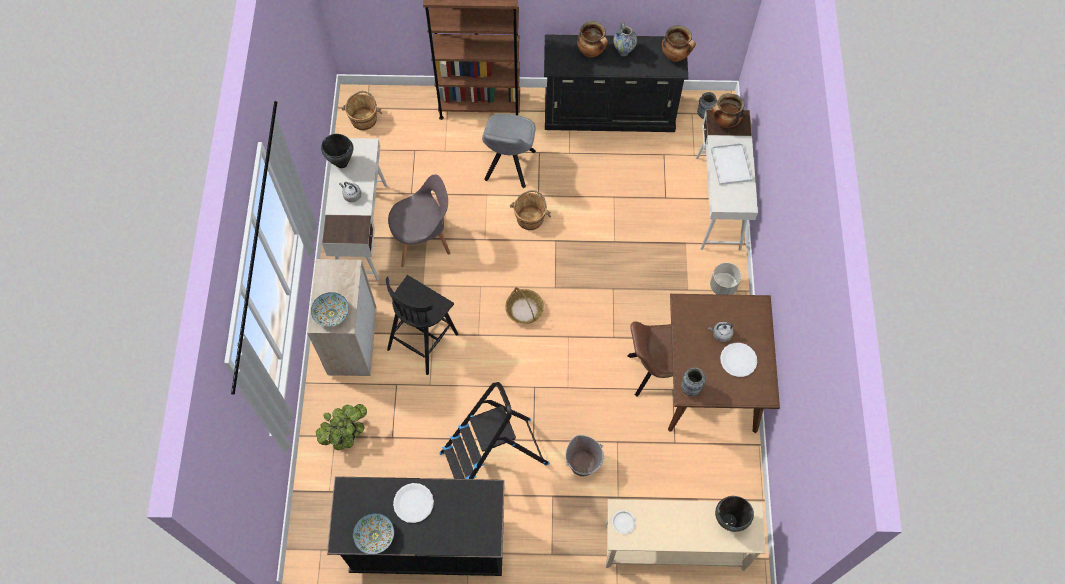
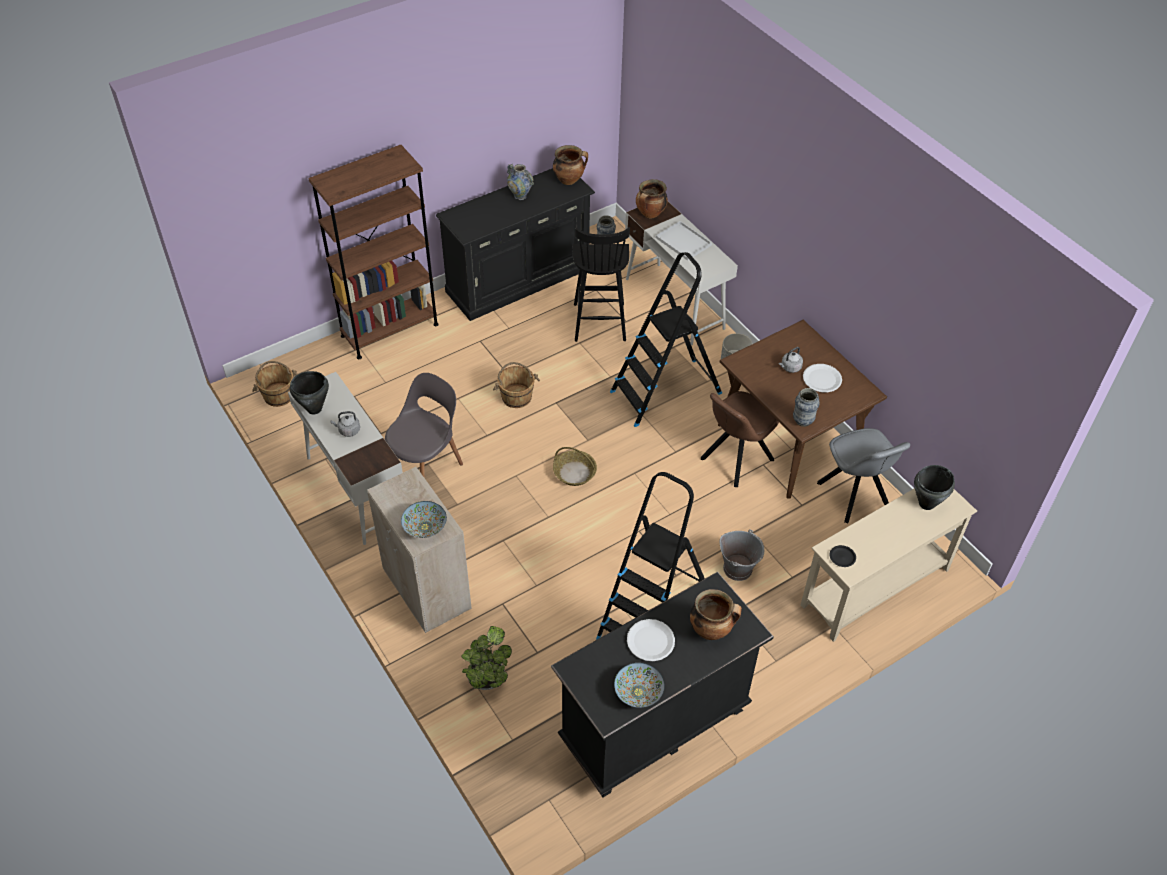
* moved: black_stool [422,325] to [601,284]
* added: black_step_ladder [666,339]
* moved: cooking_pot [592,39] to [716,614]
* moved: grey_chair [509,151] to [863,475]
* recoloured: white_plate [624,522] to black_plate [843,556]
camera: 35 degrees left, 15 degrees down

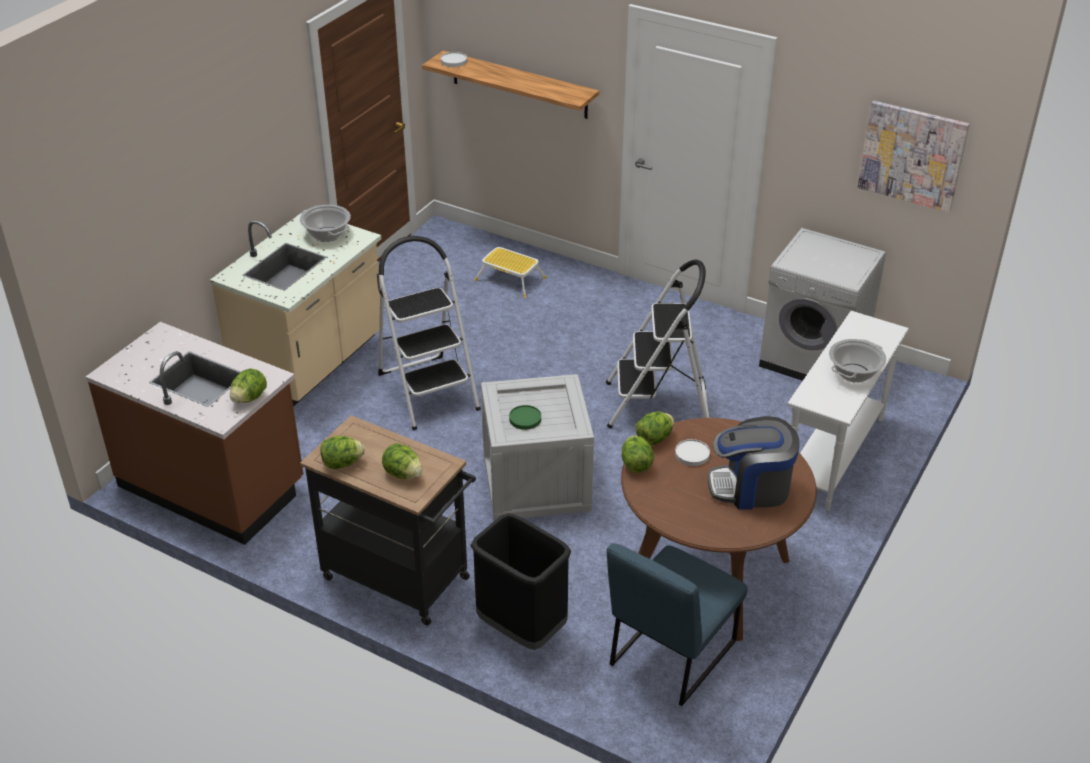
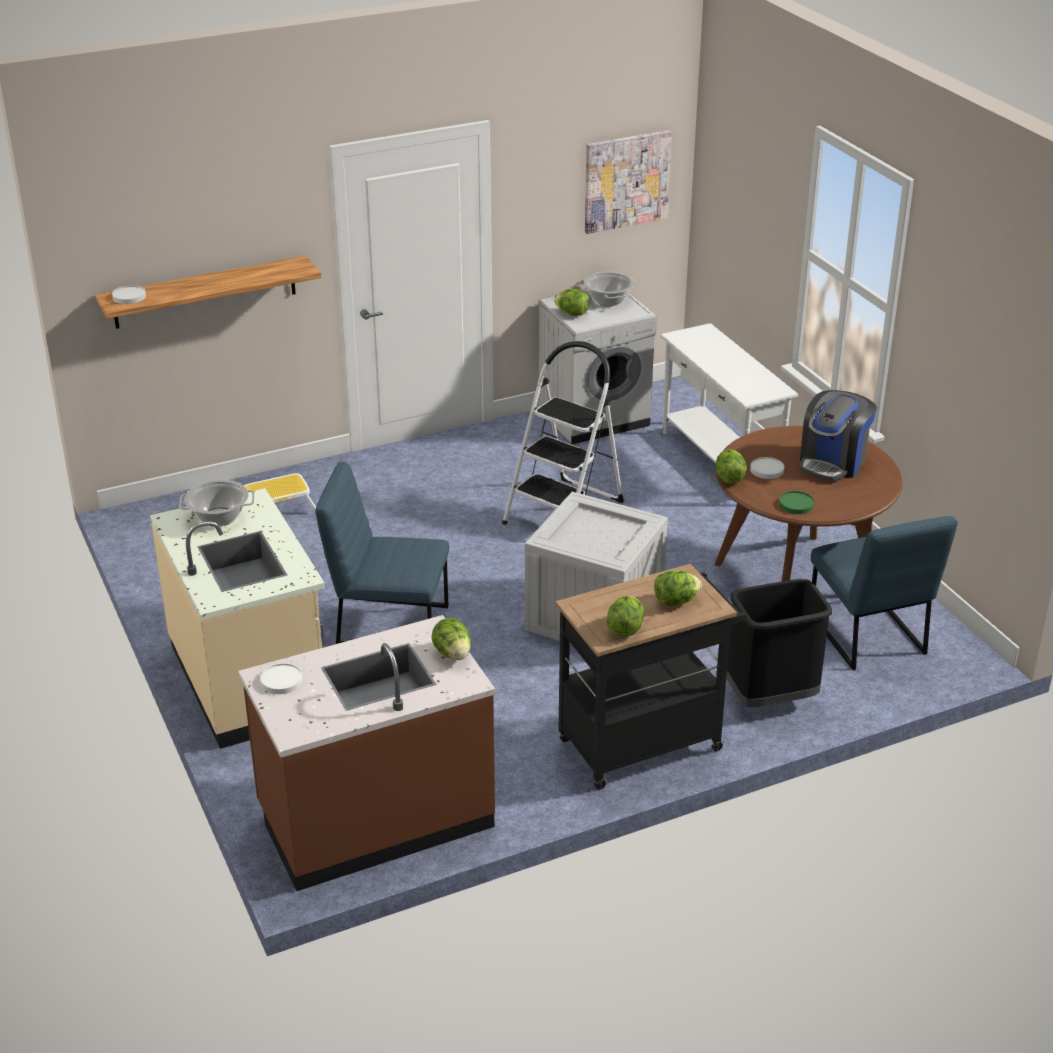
* added: white_plate [281,678]
* replaced: step_ladder [429,333] to blue_chair [382,553]
* moved: lettuce [638,454] to [571,302]
* moved: cooking_pot [857,361] to [609,288]
* moved: green_plate [525,417] to [796,502]
camera: 55 degrees left, 5 degrees down

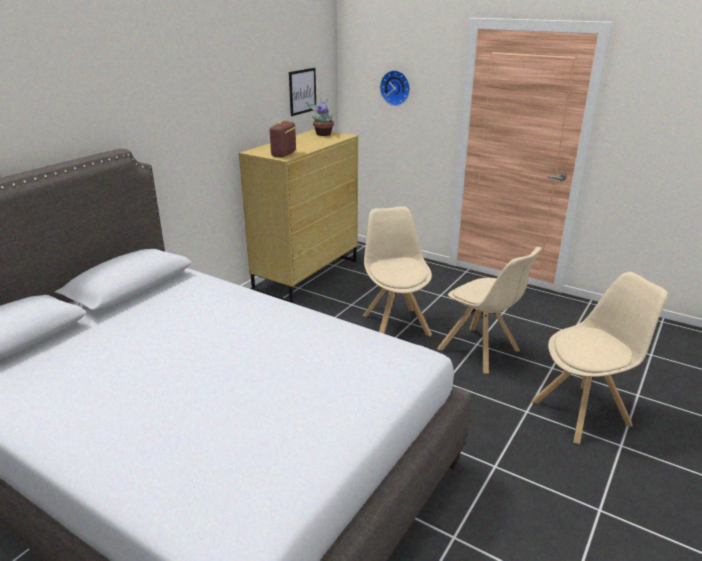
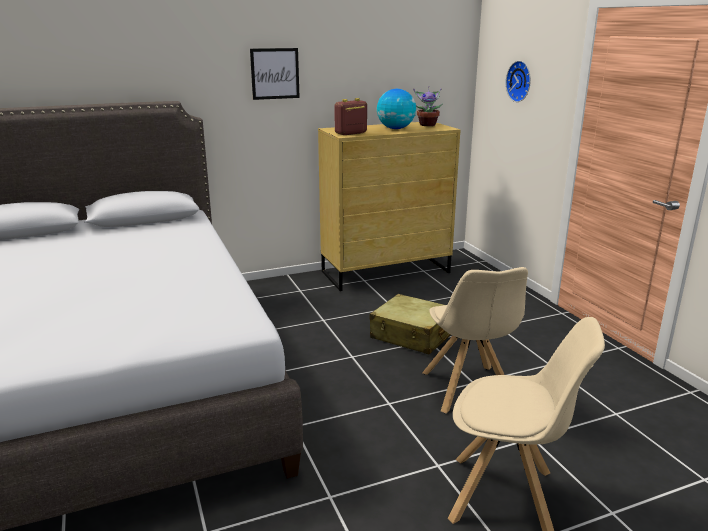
* moved: picture [302,92] to [275,74]
* replaced: beige_chair [397,271] to beige_suitcase [410,324]
* added: globe [396,109]
camera: 35 degrees right, 5 degrees down

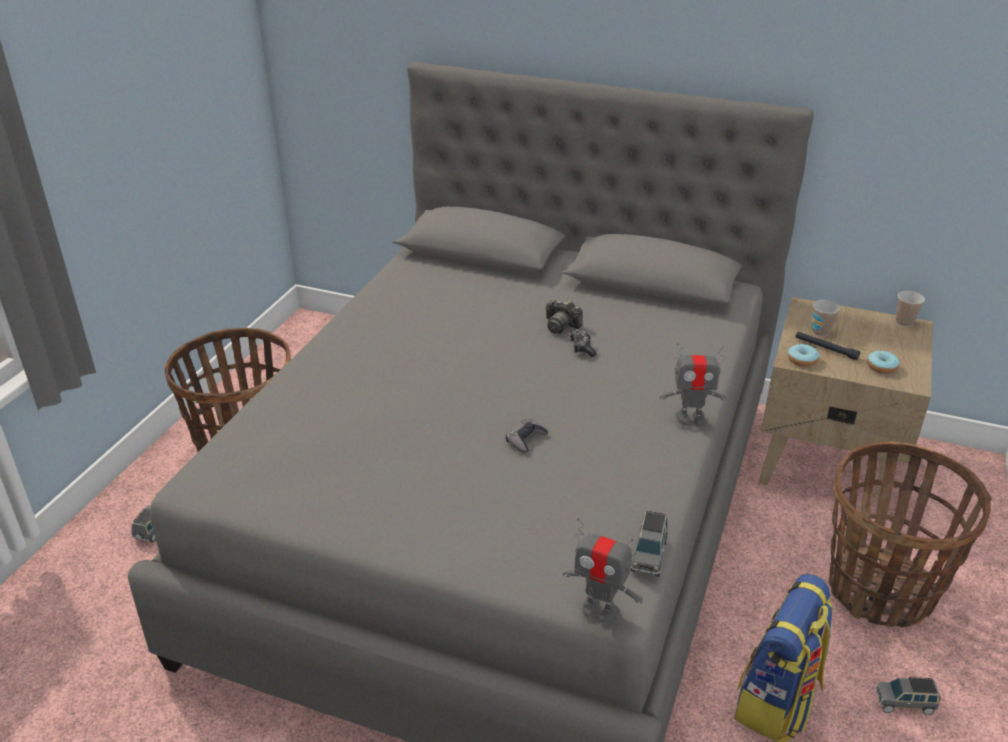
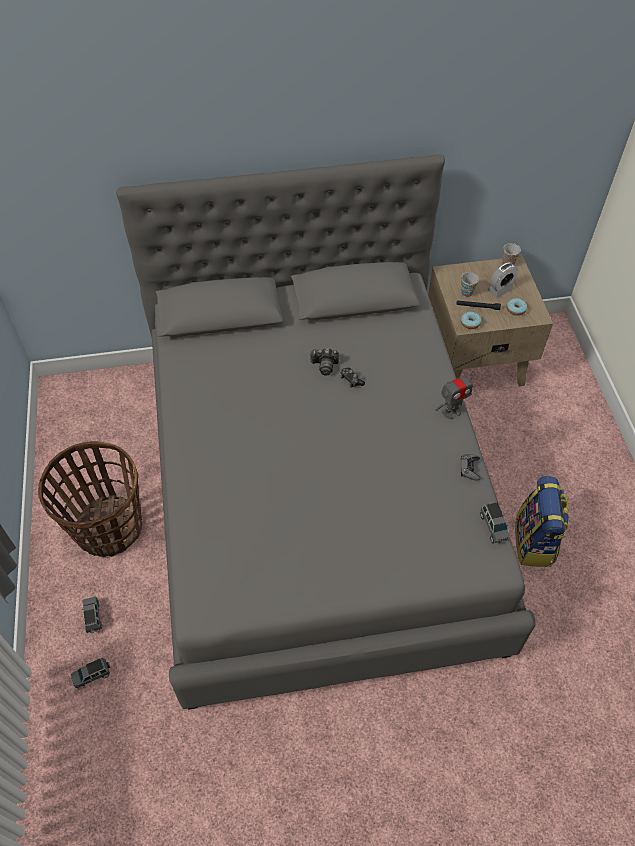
* moved: grey_toy_car [908,696] to [90,674]
* moved: grey_game_controller [527,436] to [470,467]
* added: alarm_clock [503,280]
* removed: toy_robot [603,571]
* removed: basket [910,534]
camera: 30 degrees left, 20 degrees up

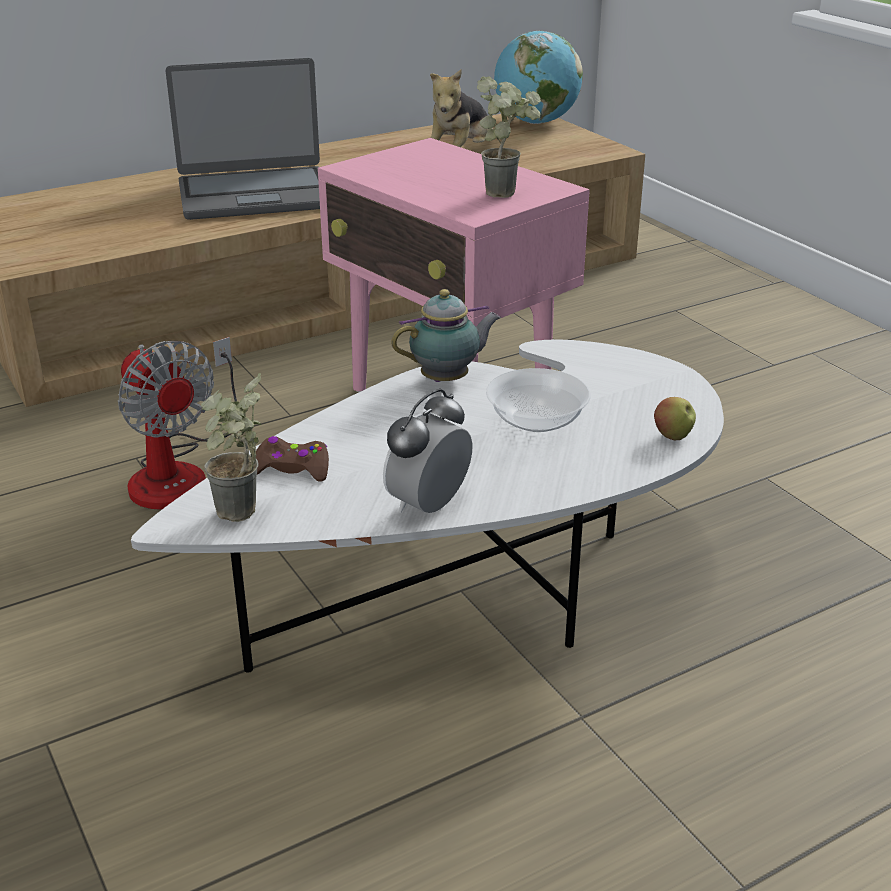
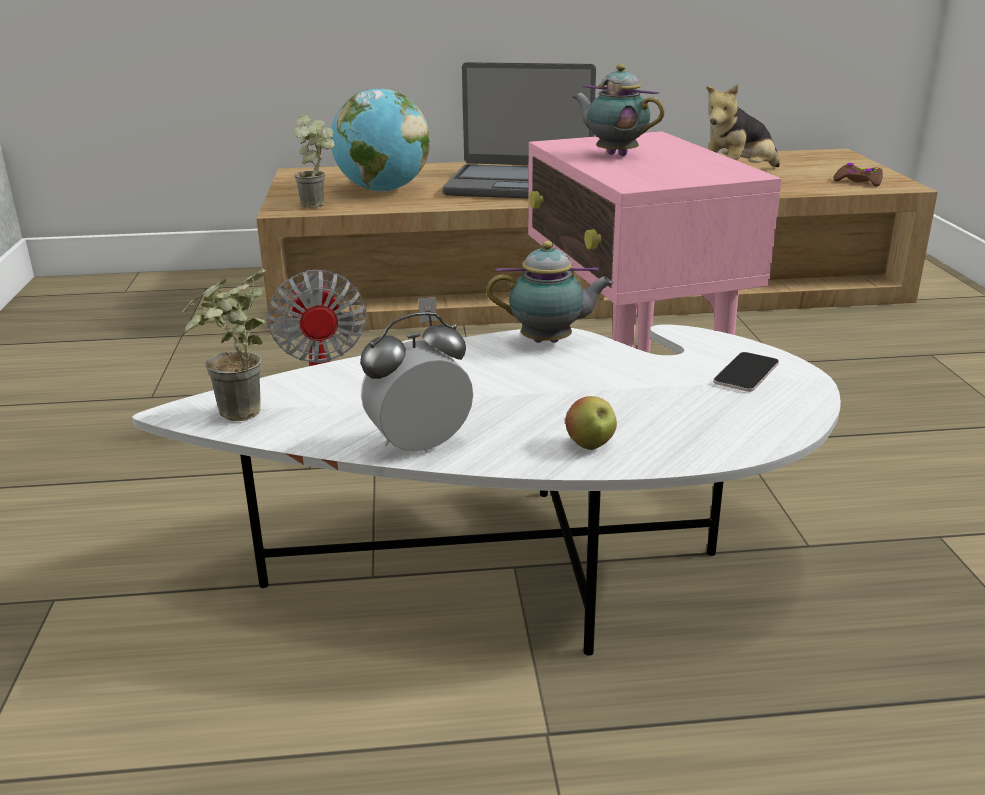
* moved: potted_plant [509,137] to [314,161]
* moved: globe [538,77] to [380,140]
* moved: apple [675,418] to [591,423]
* added: teapot [618,110]
* added: phone [746,372]
* moved: brown_game_controller [292,459] to [858,174]
* removed: bowl [538,400]
camera: 25 degrees right, 5 degrees down

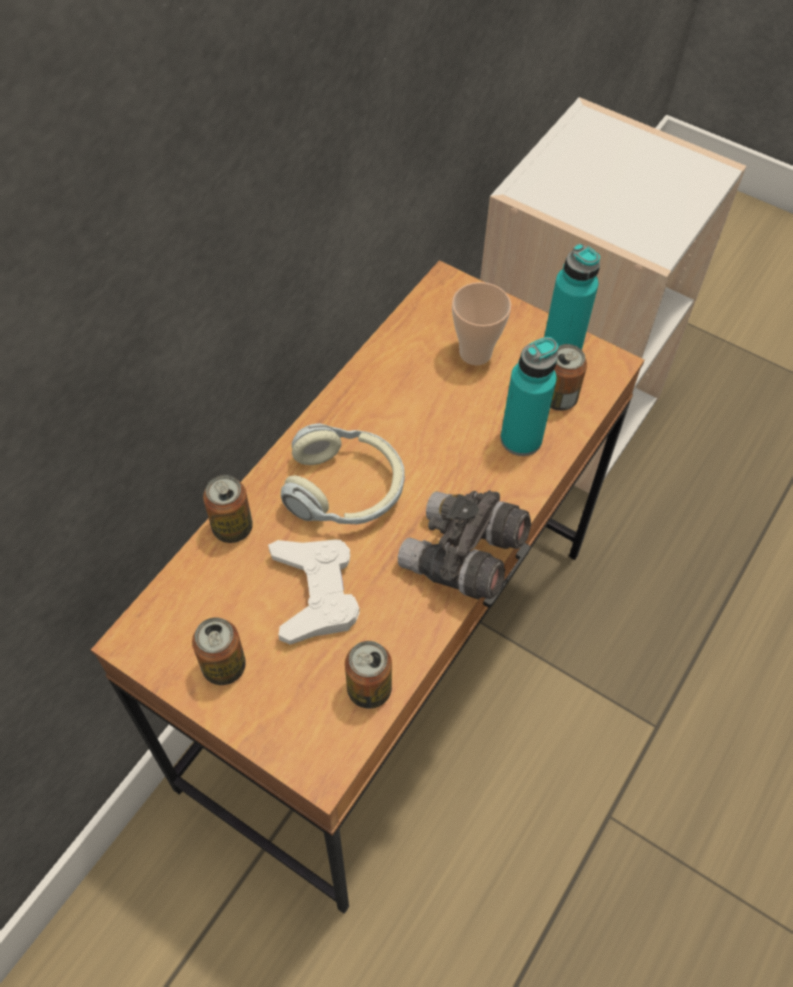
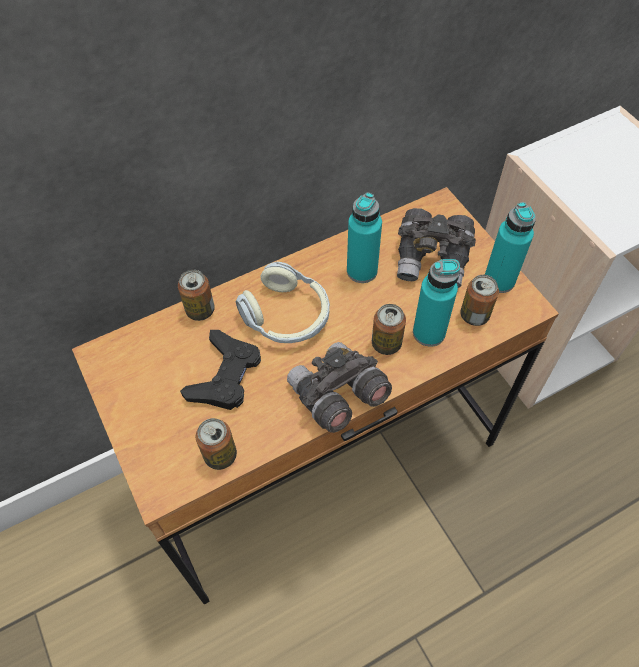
* recoloured: white_game_controller [314,592] to black_game_controller [220,370]
* added: turquoise_bottle [364,237]
* moved: can [219,651] to [389,329]
* replaced: cup [481,323] to grey_binoculars [436,248]
camera: 30 degrees right, 0 degrees up

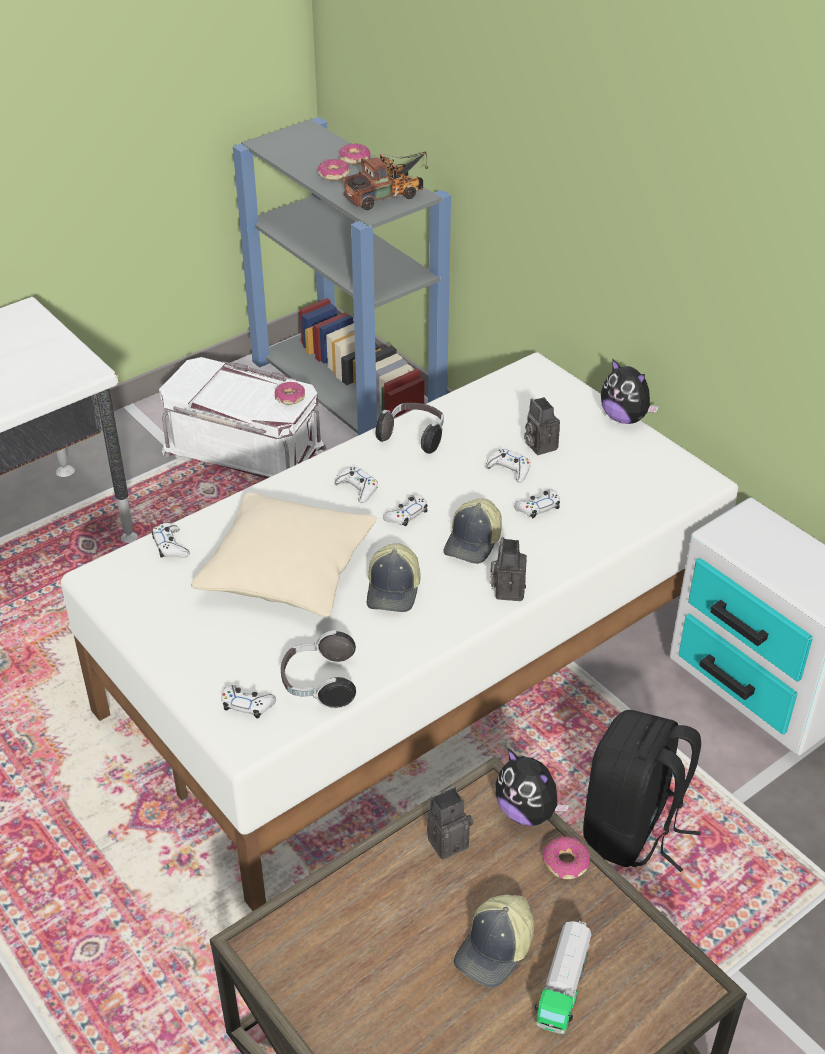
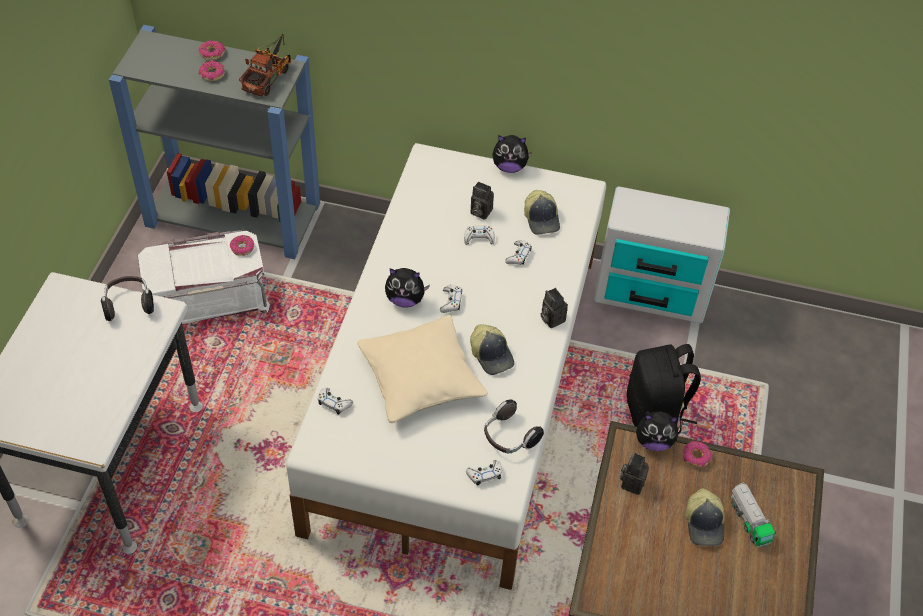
* moved: headphones [410,428] to [127,298]
* replaced: white_game_controller [356,485] to plush_toy [407,288]
* moved: cap [472,531] to [542,212]
camera: 40 degrees left, 10 degrees up

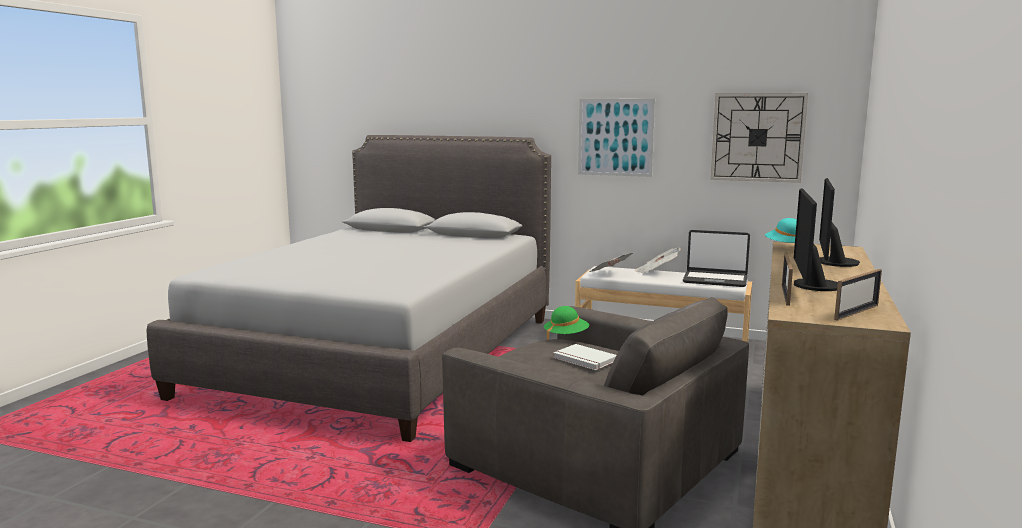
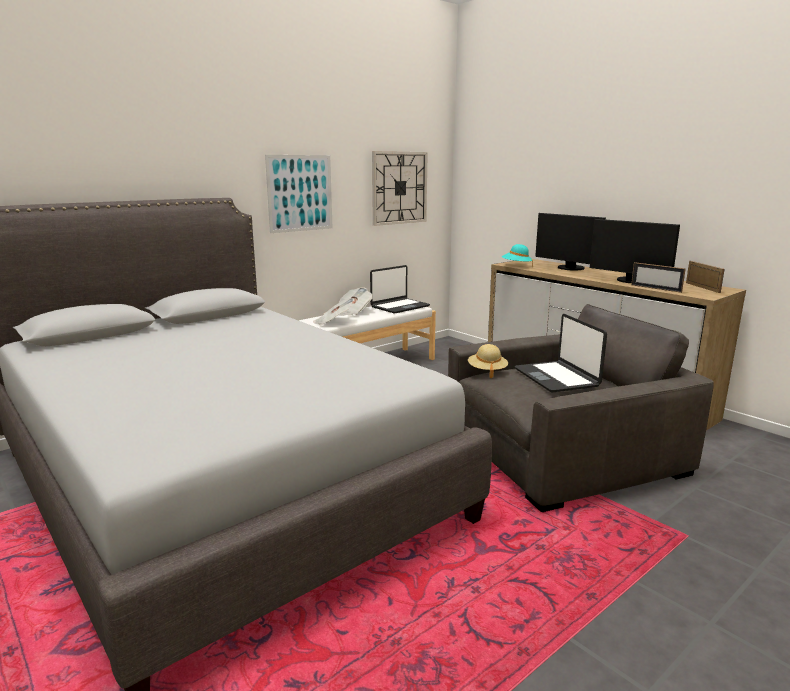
* recoloured: green_hat [566,323] to beige_hat [488,361]
* replaced: white_book [585,357] to laptop [561,353]
camera: 60 degrees left, 5 degrees up

